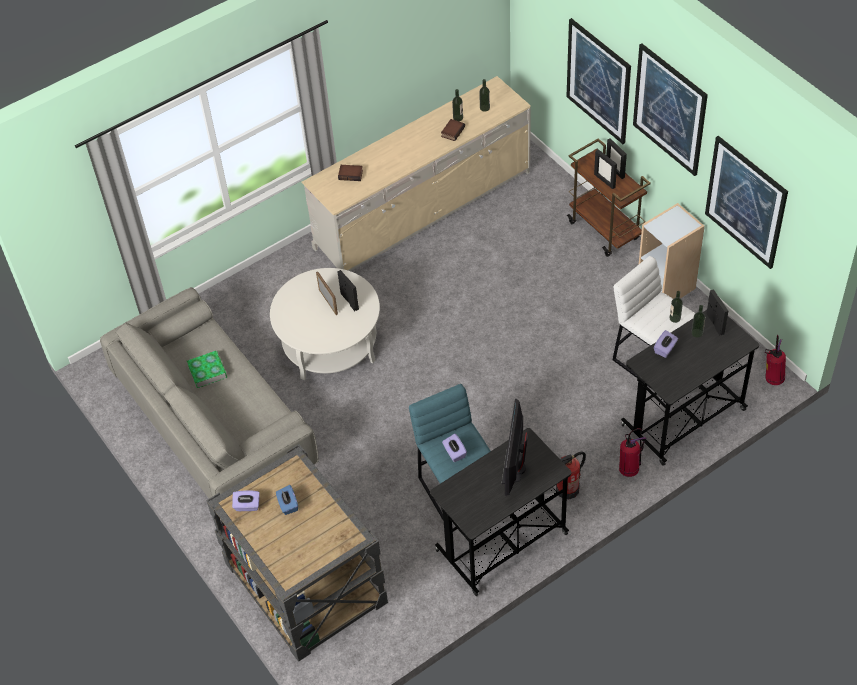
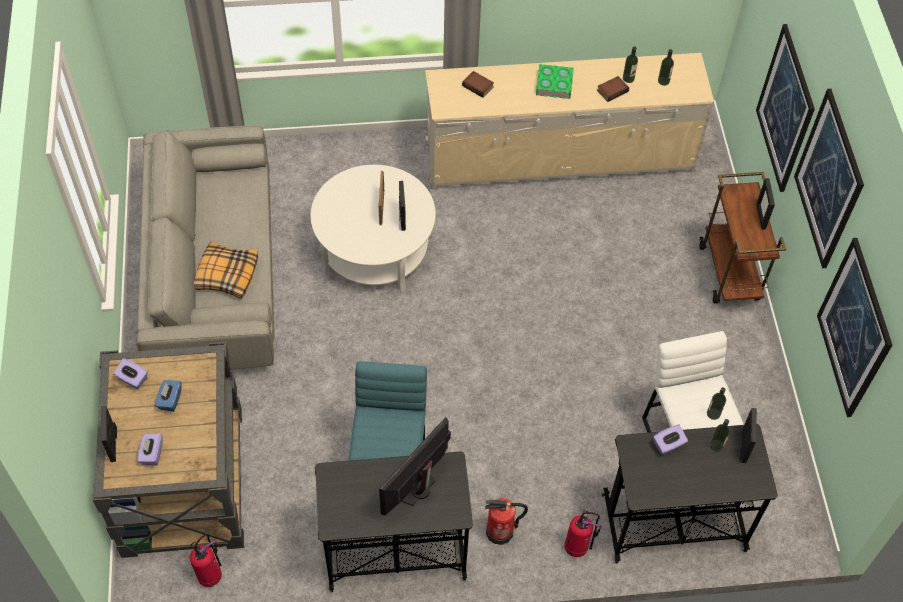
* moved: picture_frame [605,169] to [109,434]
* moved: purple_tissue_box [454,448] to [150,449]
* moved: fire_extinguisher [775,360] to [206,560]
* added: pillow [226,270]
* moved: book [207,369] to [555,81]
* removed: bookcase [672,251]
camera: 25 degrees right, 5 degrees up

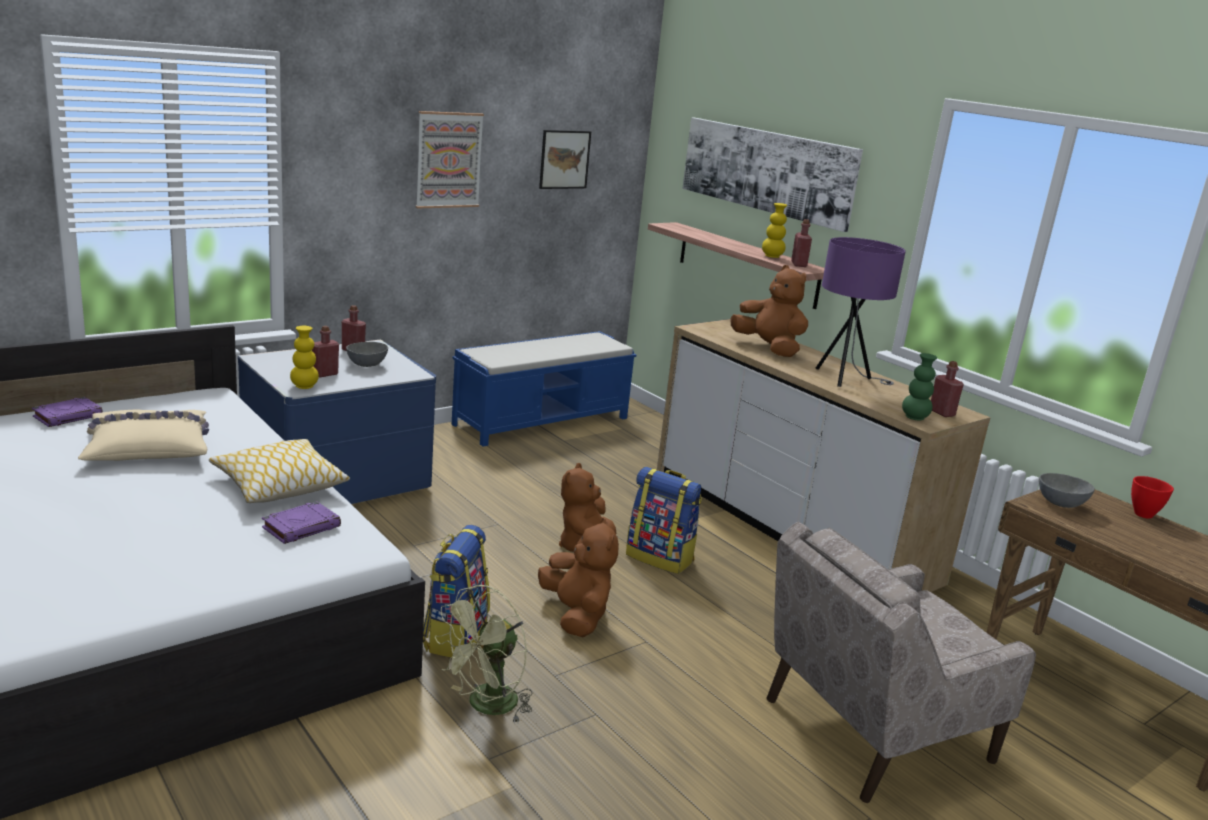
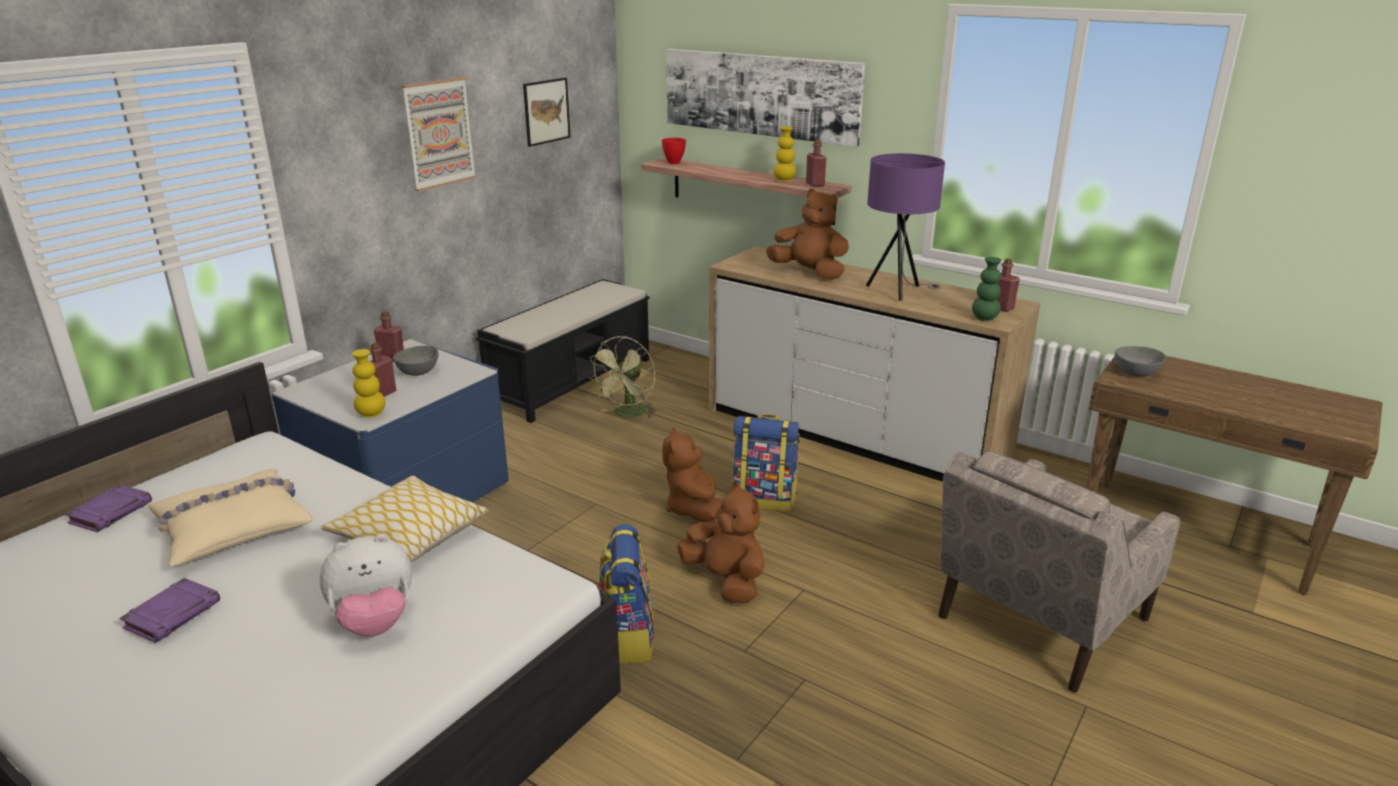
* moved: purple_book [301,522] to [170,610]
* added: plush_toy [366,585]
* recoloured: blue_bench [544,389] to black_bench [563,351]
* moved: green_fan [483,654] to [622,377]
* moved: red_bowl [1152,497] to [674,151]
camera: 15 degrees left, 5 degrees up

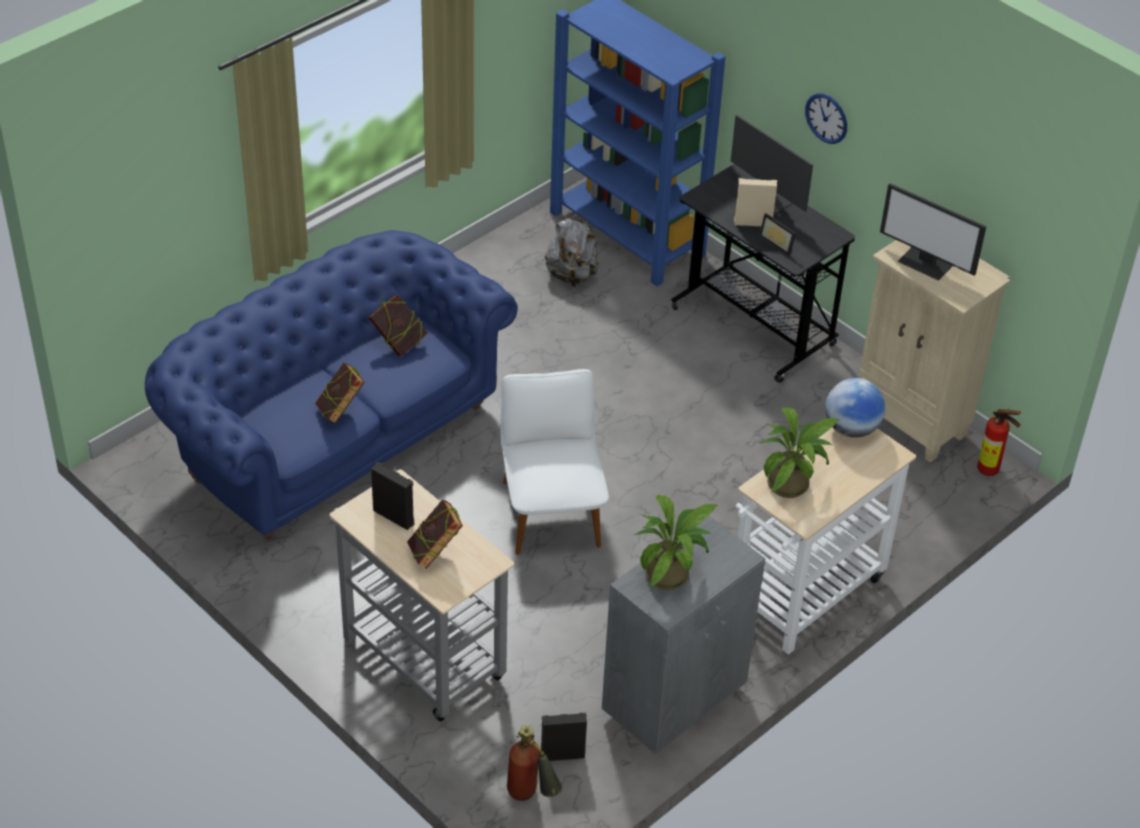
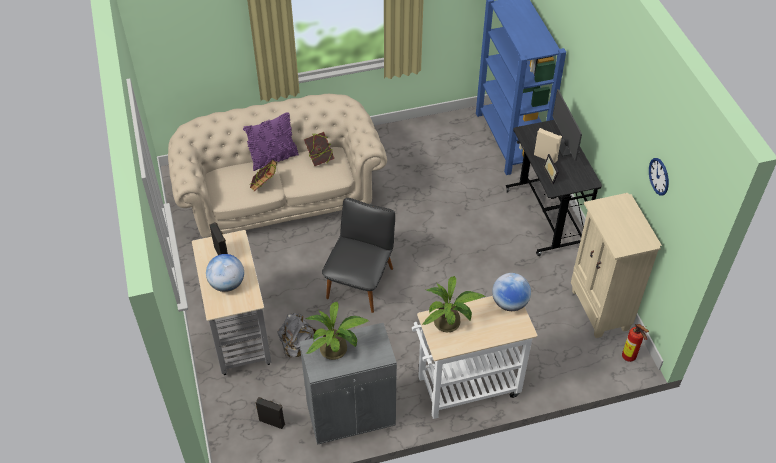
* recoloured: blue_sofa [331,385] to beige_sofa [277,166]
* replaced: book [435,534] to globe [225,273]
* added: purple_pillow [271,141]
* moved: grey_backpack [572,250] to [296,335]
* recoloured: white_chair [554,462] to black_chair [358,255]
* moved: wall_clock [826,118] to [659,177]
* removed: fire_extinguisher [534,763]
* removed: monitor [933,232]
camera: 30 degrees right, 5 degrees up

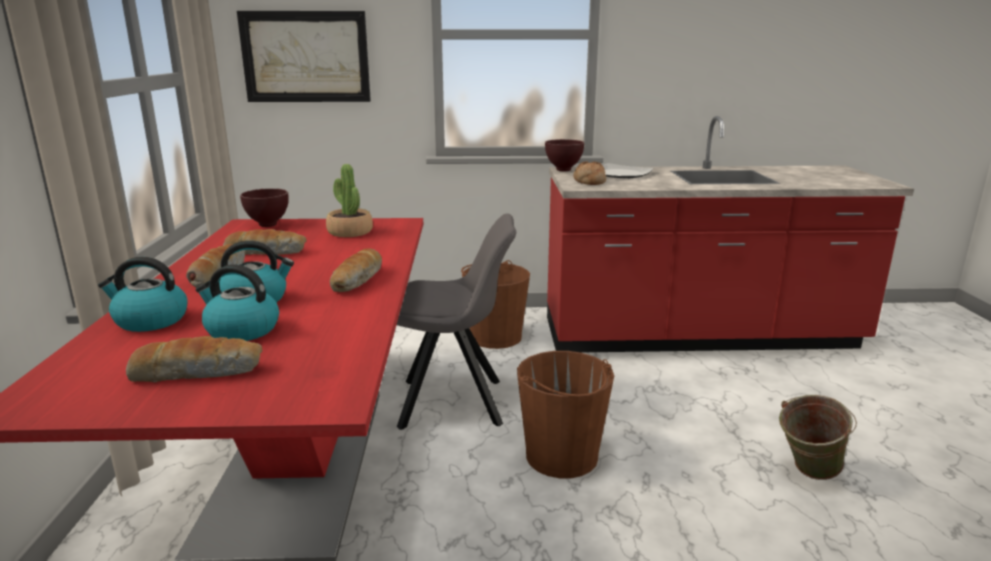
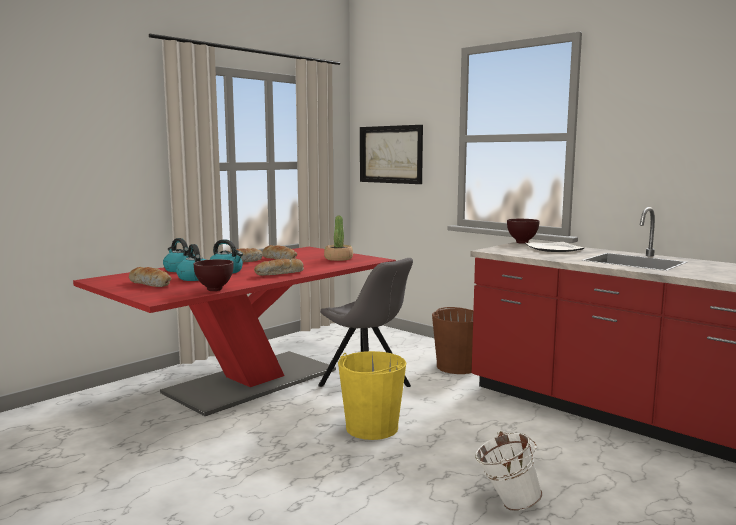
* moved: brown_bowl [264,207] to [214,275]
* recoloured: brown_bucket [565,414] to yellow_bucket [372,395]
* recoloured: green_bucket [818,437] to white_bucket [508,471]
* removed: bread [589,173]
camera: 45 degrees right, 10 degrees down

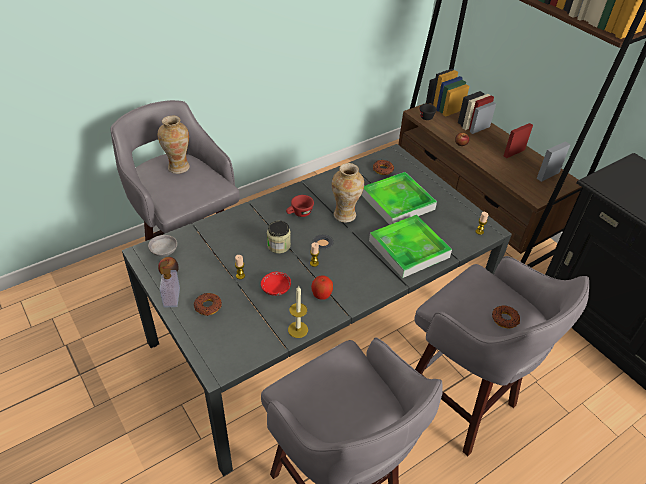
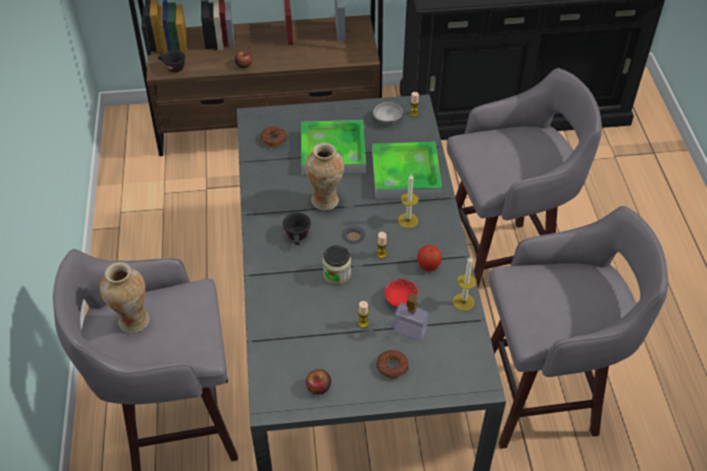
* recoloured: red_cup [300,206] to black_cup [297,228]
* moved: grey_bowl [162,246] to [387,113]
* moved: soap_dispenser [169,284] to [411,317]
* added: candle [408,201]
* removed: donut [506,317]
camera: 60 degrees left, 5 degrees up

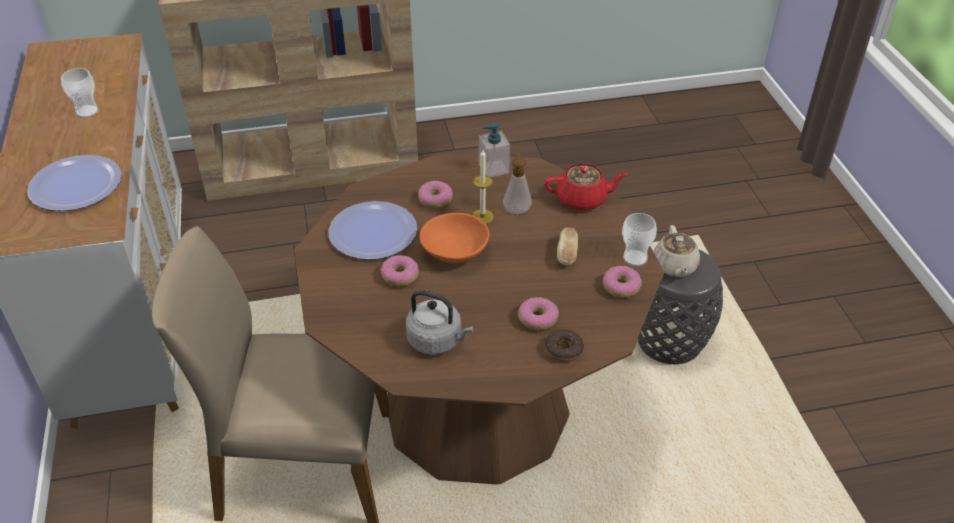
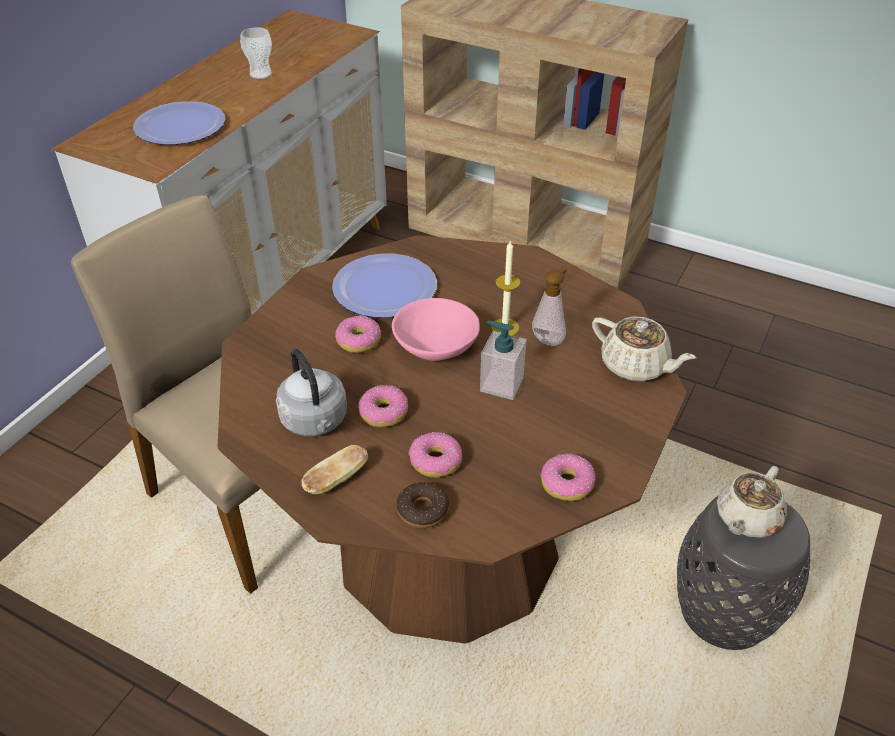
* moved: bread [567,246] to [335,469]
* moved: donut [435,195] to [383,406]
* recoloured: orange_bowl [454,238] to pink_bowl [436,329]
* moved: soap_dispenser [494,150] to [503,360]
* recoloured: red_teapot [586,187] to beige_teapot [644,349]
* removed: cup [639,239]
camera: 40 degrees right, 0 degrees up

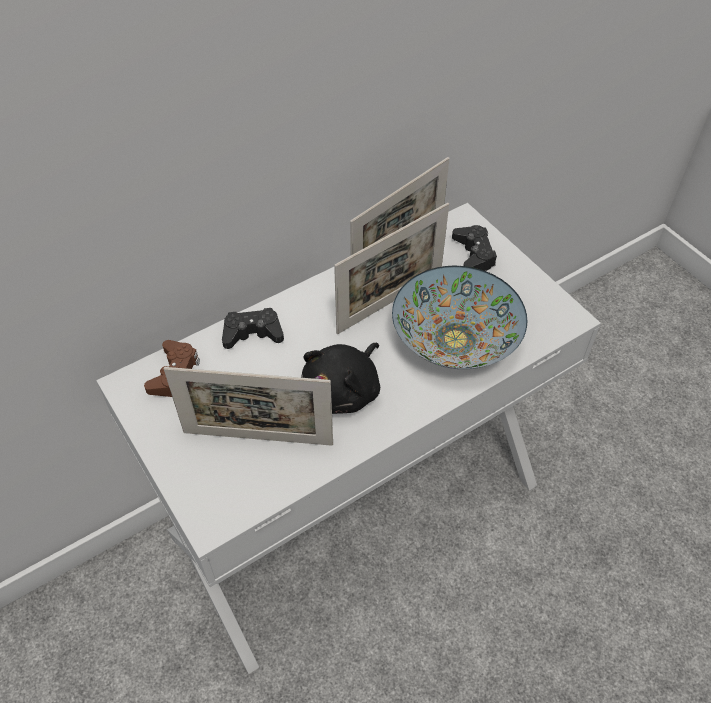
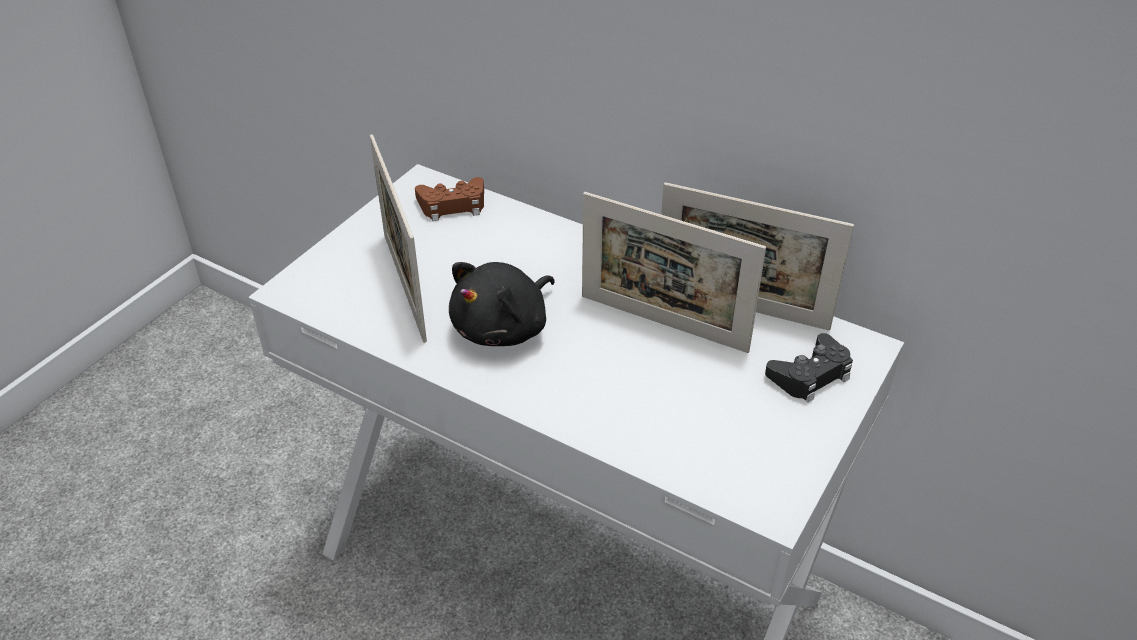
* turned: black_plush_toy [340,378] = [502,304] 60 degrees counterclockwise
* removed: black_game_controller [253,328]
* removed: bowl [459,317]
camera: 65 degrees right, 10 degrees down

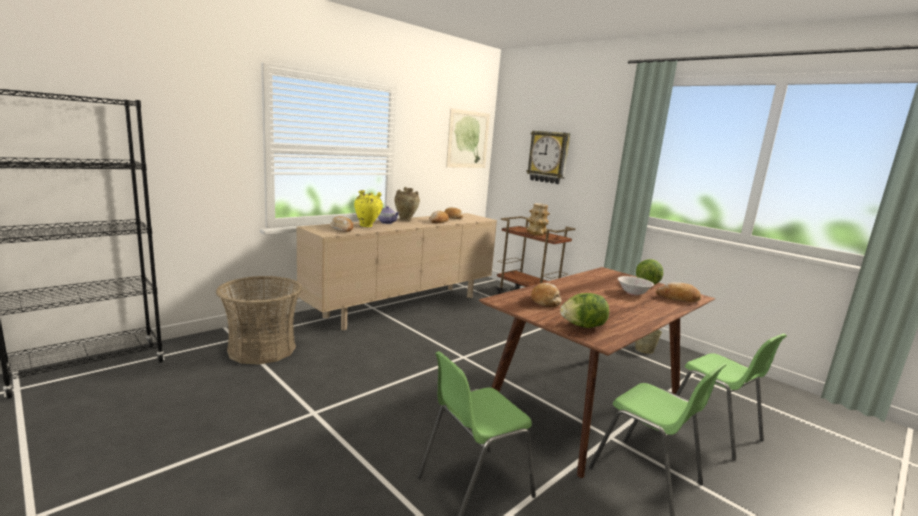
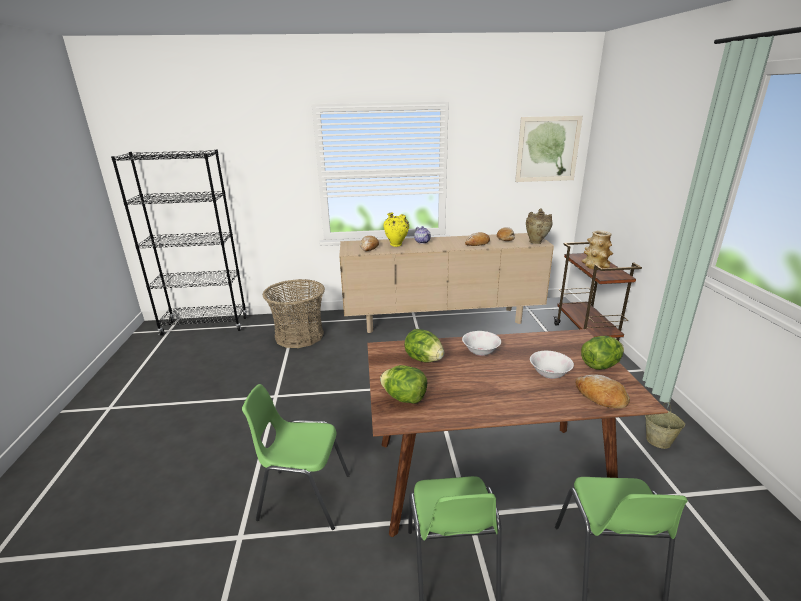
* replaced: bread [546,295] to lettuce [424,346]
* added: white_bowl [481,343]
* moved: beige_vase [407,203] to [539,226]
* removed: wall_clock [548,157]
camera: 40 degrees right, 10 degrees up

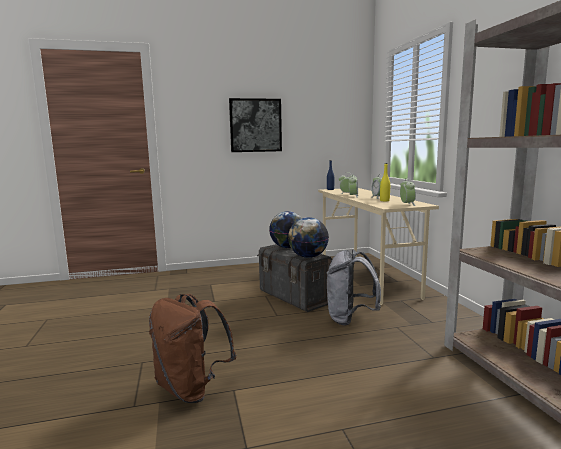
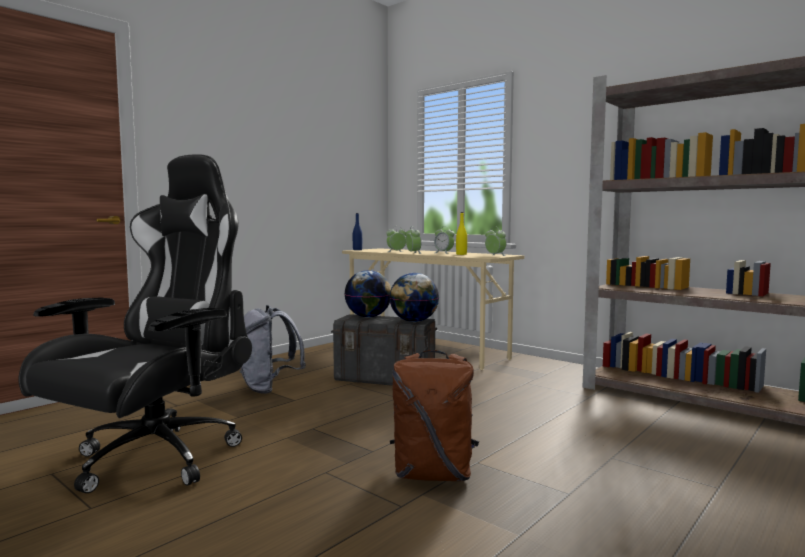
* added: black_office_chair [135,323]
* moved: grey_backpack [354,287] to [272,349]
* removed: picture [255,125]
camera: 35 degrees left, 5 degrees down

